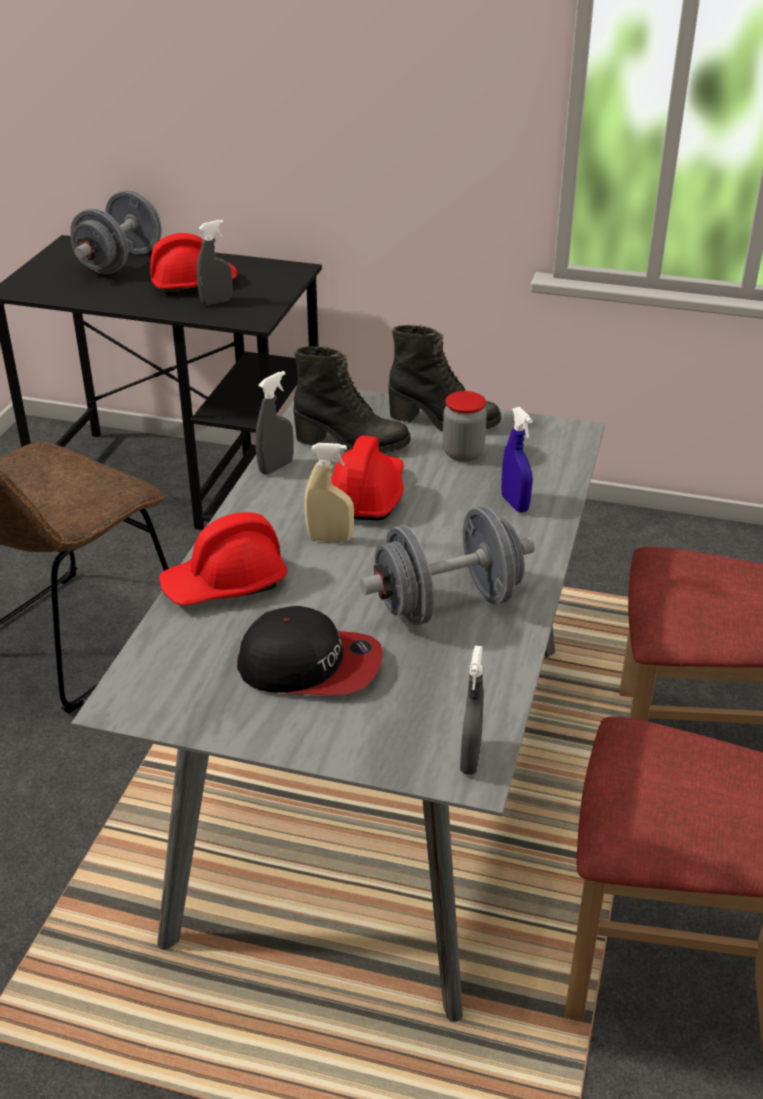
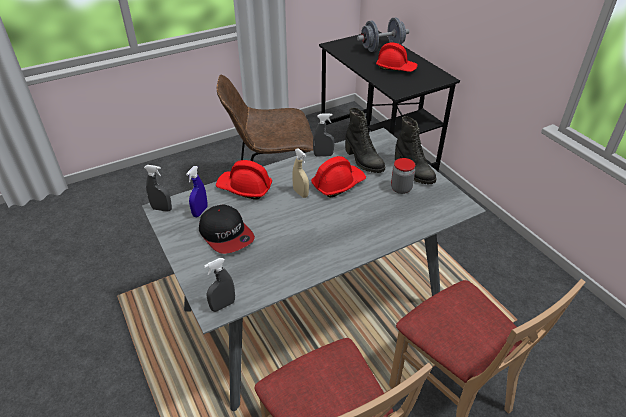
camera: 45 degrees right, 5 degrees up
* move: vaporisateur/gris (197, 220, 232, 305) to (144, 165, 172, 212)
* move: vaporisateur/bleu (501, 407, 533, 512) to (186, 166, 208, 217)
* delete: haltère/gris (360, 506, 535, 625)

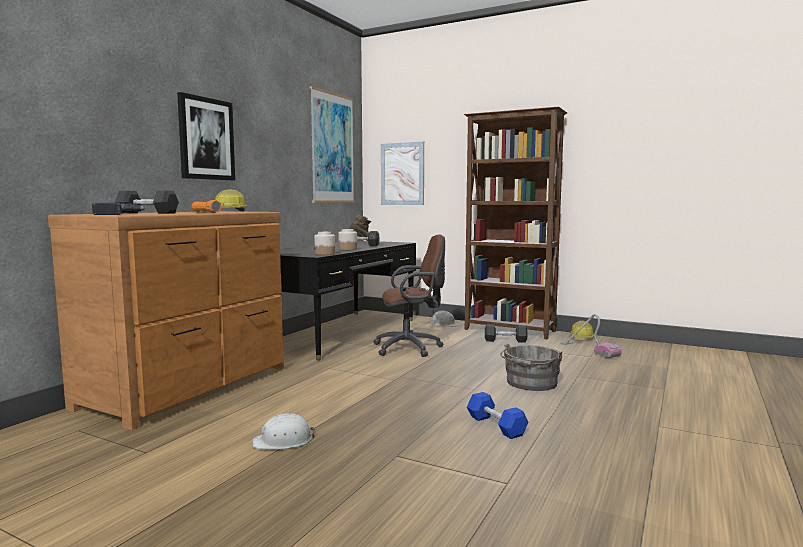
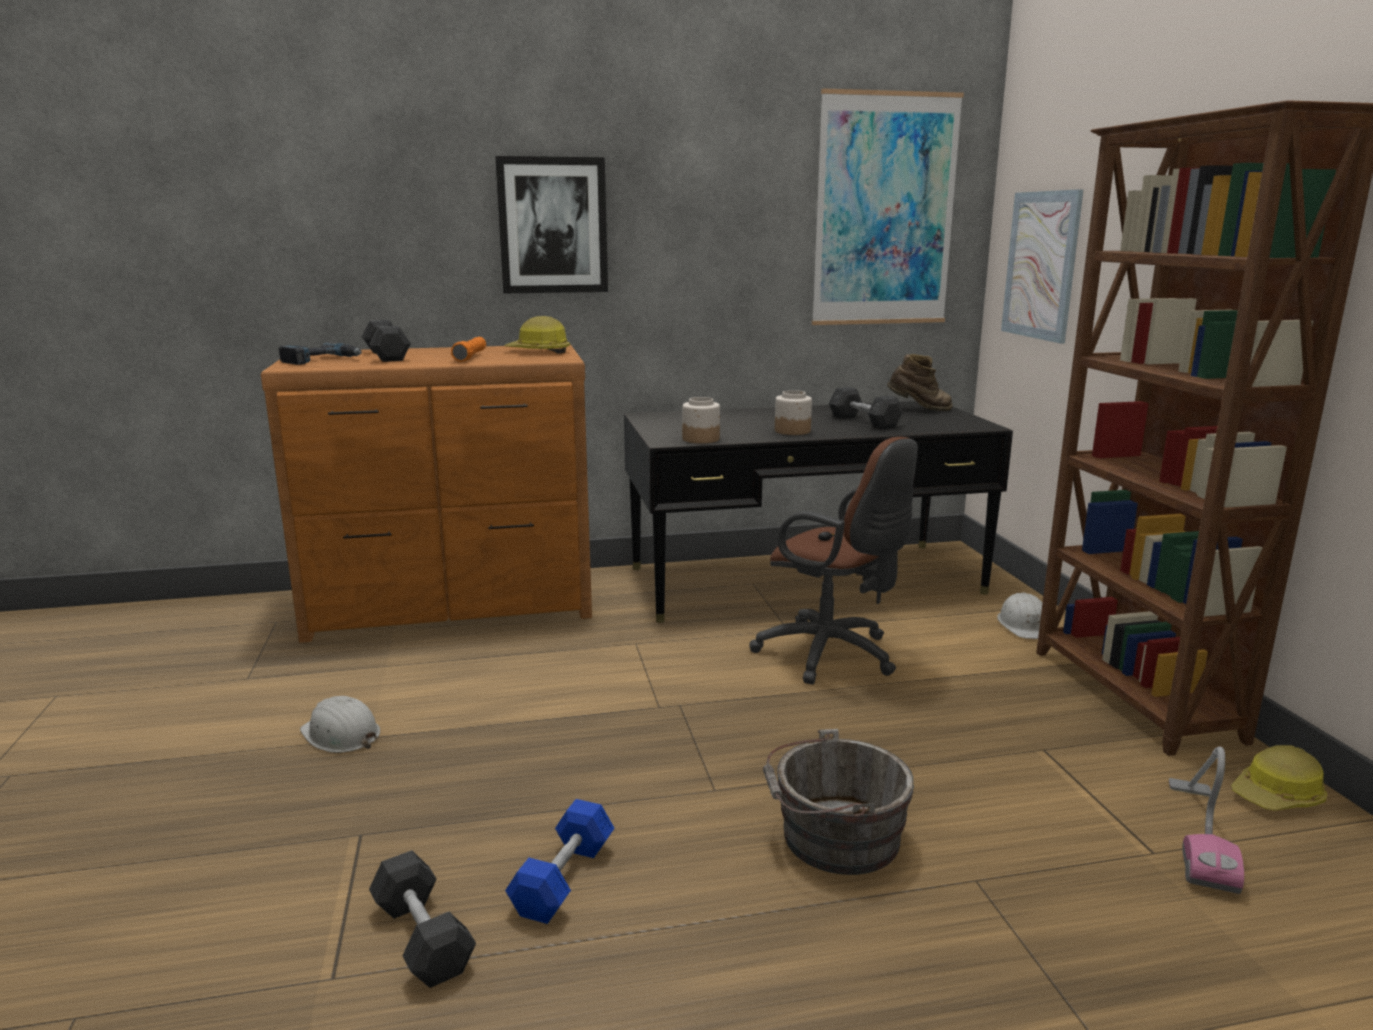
camera: 50 degrees right, 10 degrees up
* move: haltère/gris (485, 324, 528, 343) to (369, 850, 476, 988)

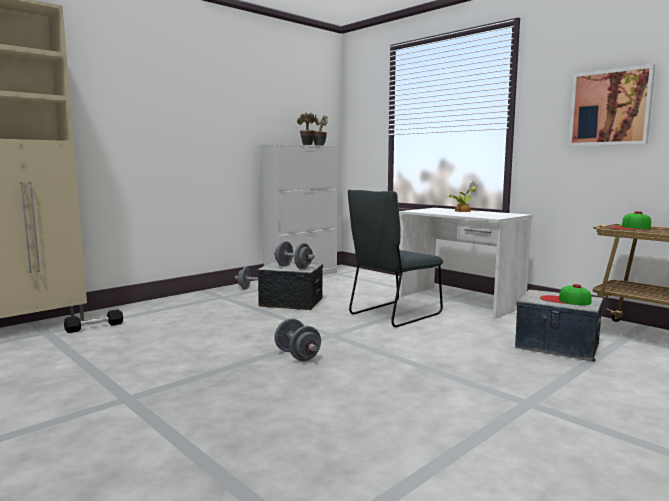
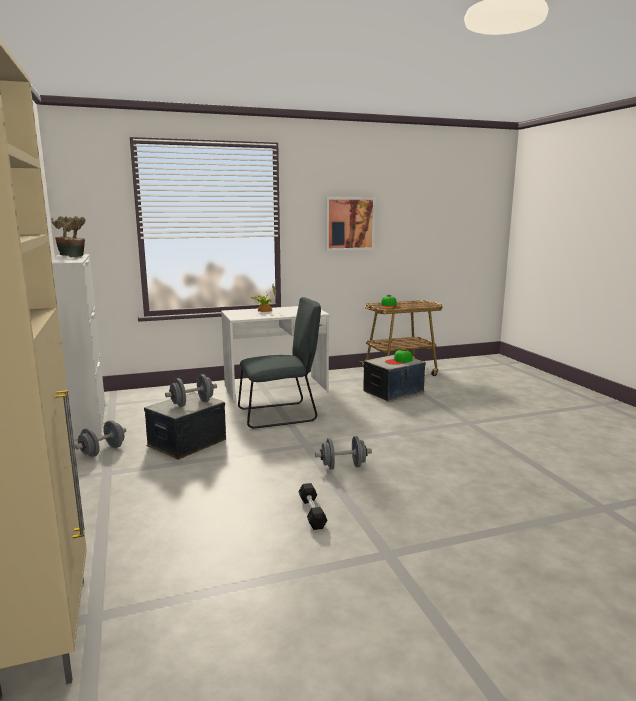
camera: 65 degrees left, 5 degrees up
* rotate: chaise/gris (348, 190, 443, 327) = (238, 297, 321, 429) 90 degrees counterclockwise
* move: haltère/noir (64, 309, 123, 333) to (299, 483, 327, 530)

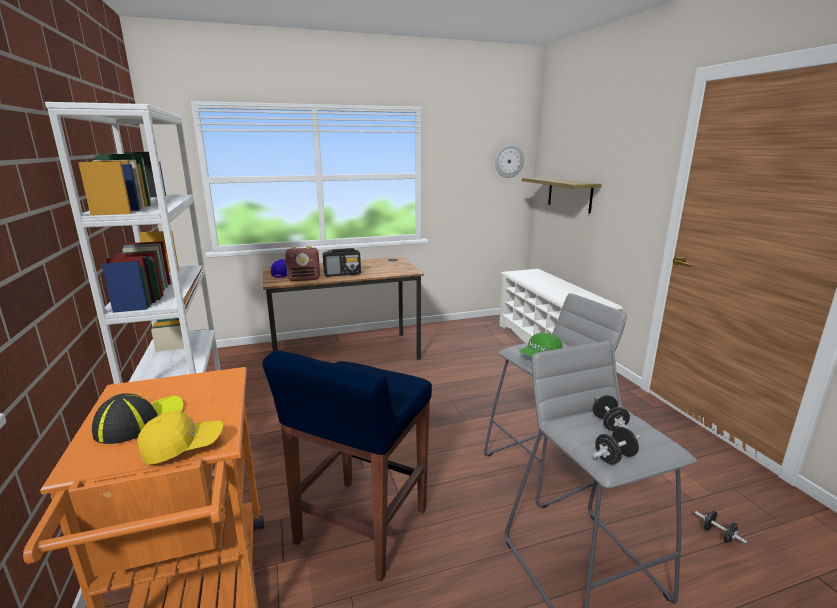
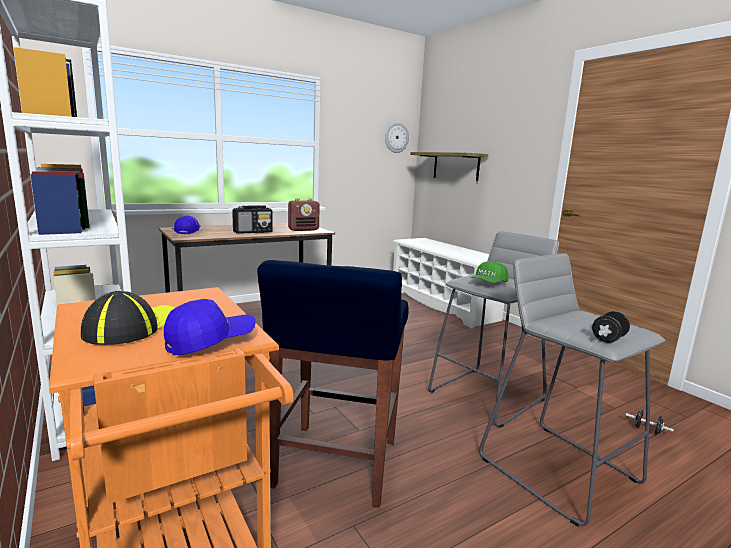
camera: 15 degrees left, 5 degrees down
* recolor: casquette/jaune (137, 411, 223, 465) to casquette/bleu (164, 299, 256, 355)
* move: radio (285, 246, 320, 281) to (288, 198, 320, 231)
* delete: haltère/noir (593, 395, 630, 431)

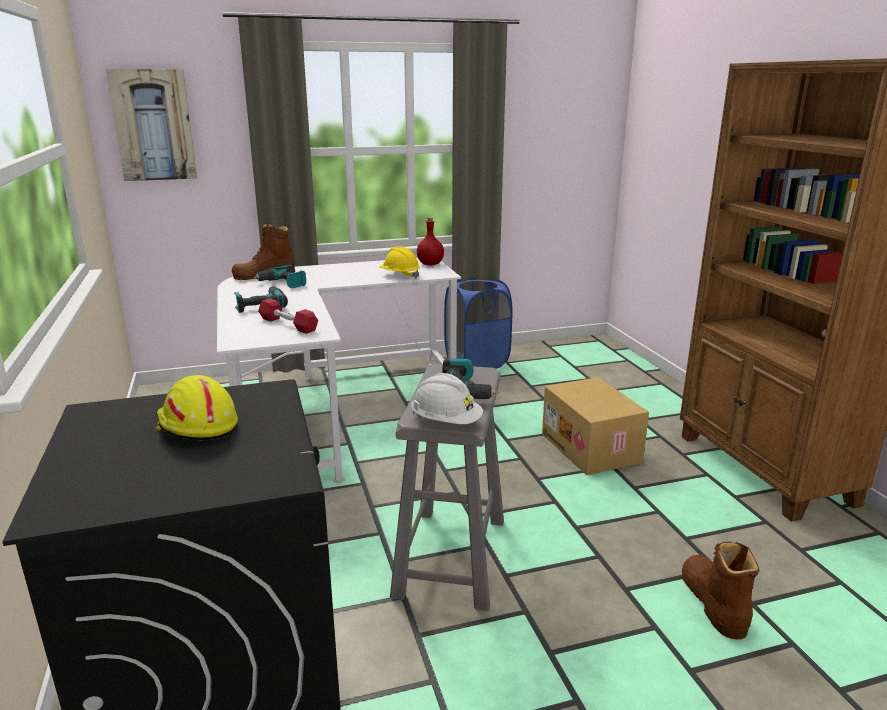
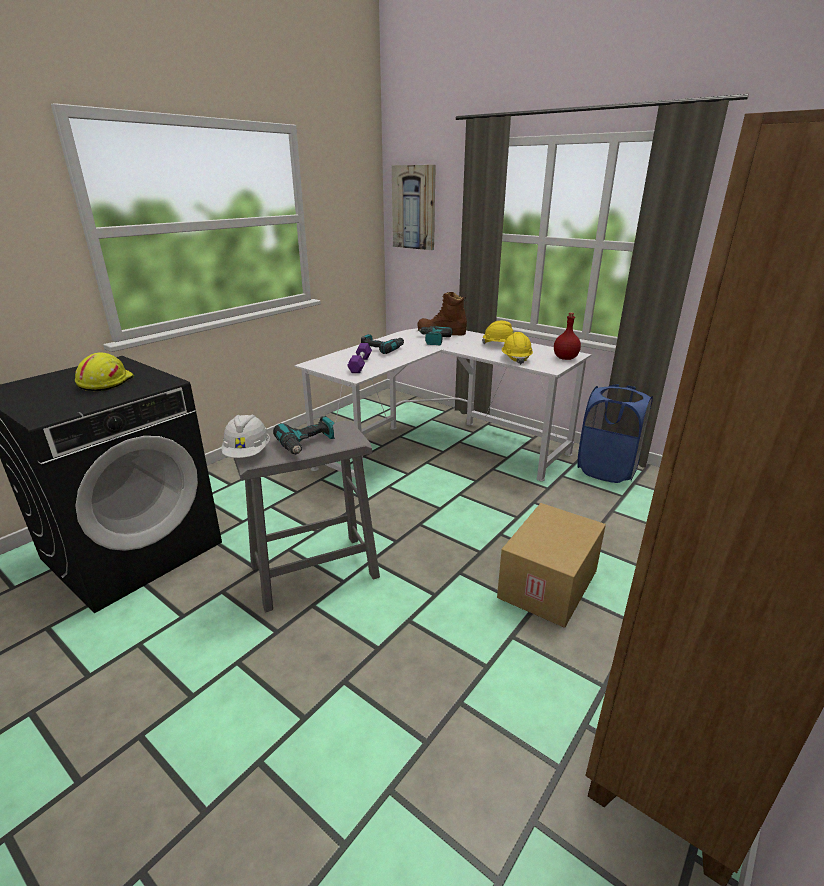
camera: 55 degrees right, 5 degrees up
* recolor: haltère/rouge (258, 298, 318, 334) to haltère/violet (347, 343, 372, 373)
* insert: casque de chantier/jaune (482, 321, 514, 344)
* delete: botte/marron (682, 542, 760, 639)

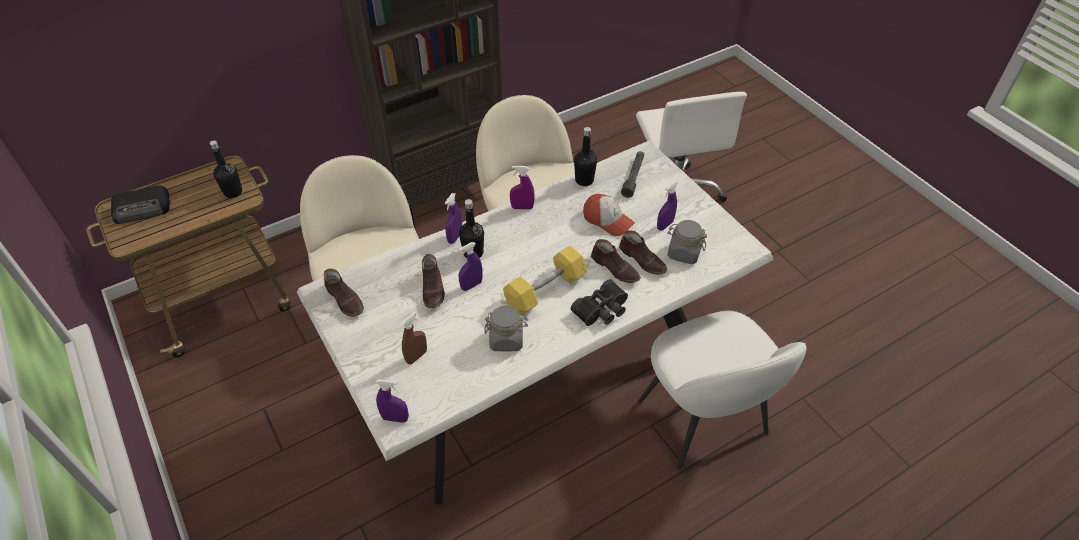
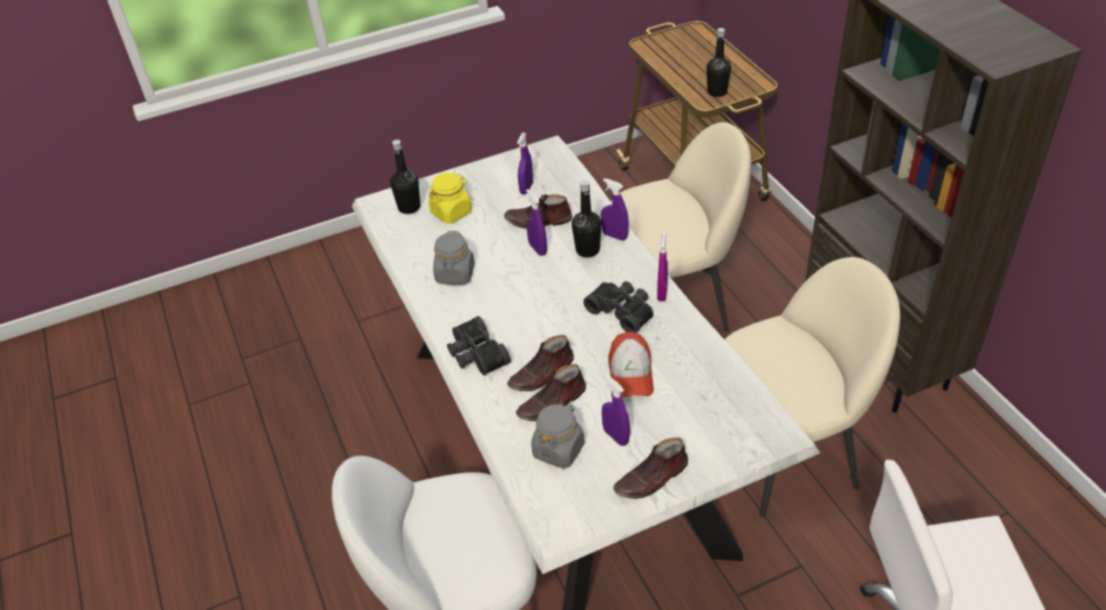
camera: 100 degrees right, 5 degrees down
* move: bouteille/noir (574, 127, 597, 186) to (390, 140, 420, 214)
* replace: vaporisateur/marron (401, 310, 427, 364) to bocal/jaune (429, 173, 472, 224)
* move: vaporisateur/violet (376, 379, 409, 423) to (517, 133, 533, 195)
* insert: jumelles/noir (583, 281, 654, 333)
* rotate: casquette (583, 194, 635, 236) = (609, 332, 654, 397) 45 degrees counterclockwise
* move: chaussure/marron (324, 269, 364, 317) to (613, 438, 688, 499)
* delete: radio (111, 185, 170, 224)
* delete: haltère/jaune (503, 246, 587, 314)
* delete: lampe de poche/gris (621, 151, 644, 198)

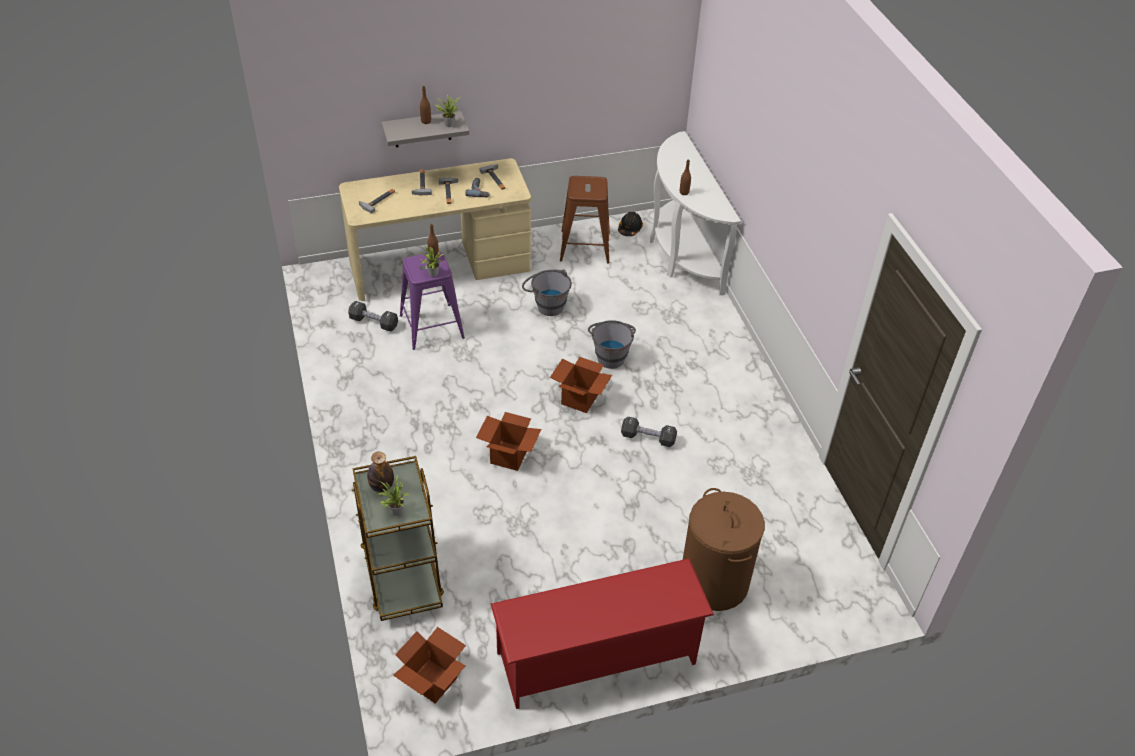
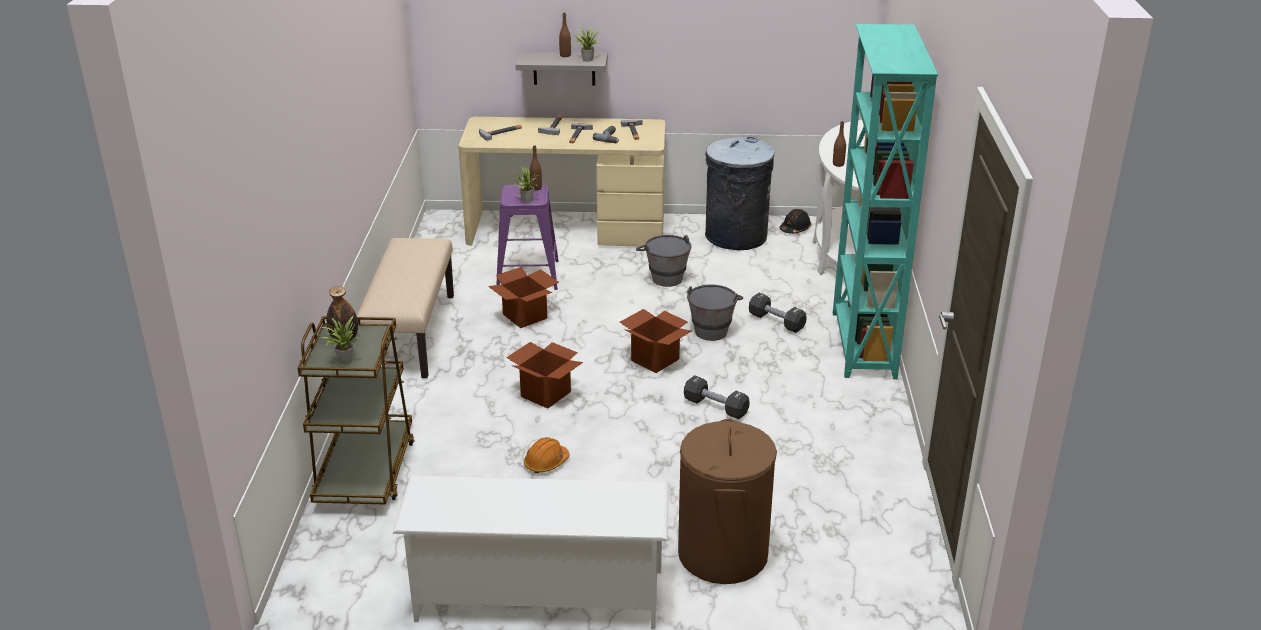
camera: 20 degrees right, 15 degrees down
* insert: banc/beige (357, 238, 454, 378)
* recolor: étagère à chaussures/rouge (491, 558, 714, 709) to étagère à chaussures/blanc (392, 476, 669, 629)
* move: carton (393, 627, 466, 703) to (488, 267, 559, 328)
* insert: casque de chantier/orange (524, 437, 570, 473)
* replace: tabouret/marron (560, 176, 610, 263) to poubelle/gris (705, 136, 774, 250)
* move: haltère/noir (348, 301, 398, 331) to (749, 293, 807, 333)
* insert: bibliothèque/turquoise (833, 24, 938, 379)

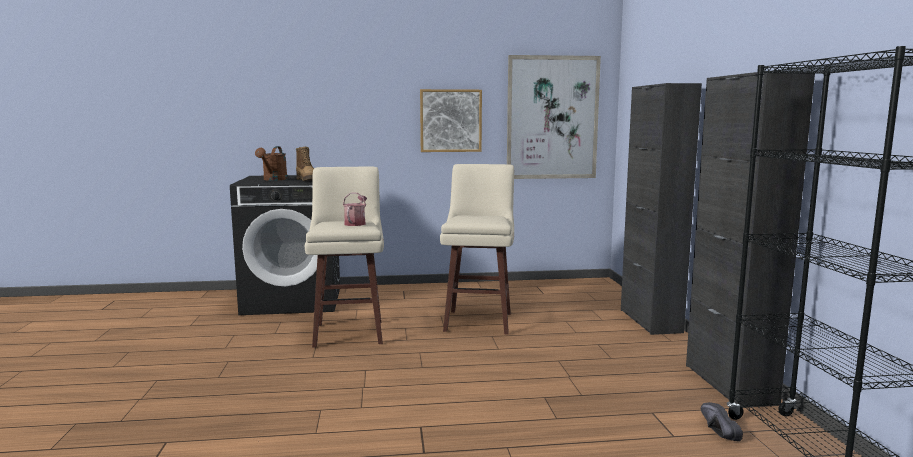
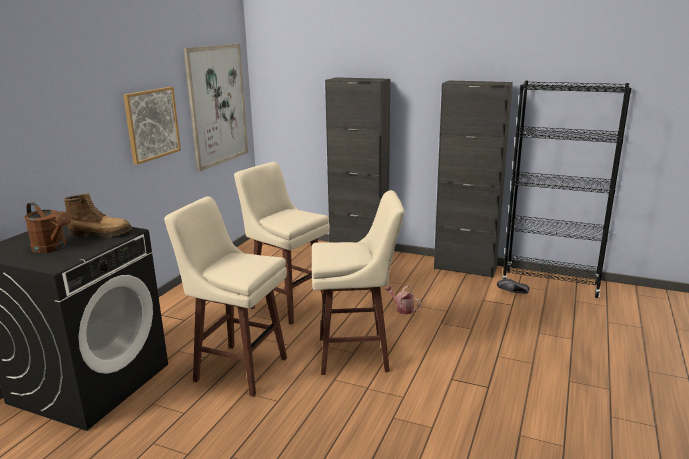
camera: 60 degrees left, 10 degrees up
* insert: tabouret/beige (312, 190, 404, 375)
* move: arrosoir (343, 193, 367, 226) to (385, 285, 421, 314)

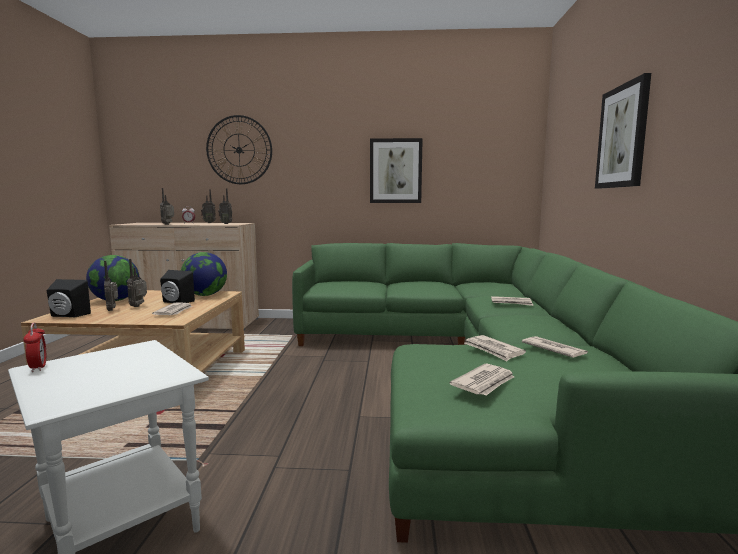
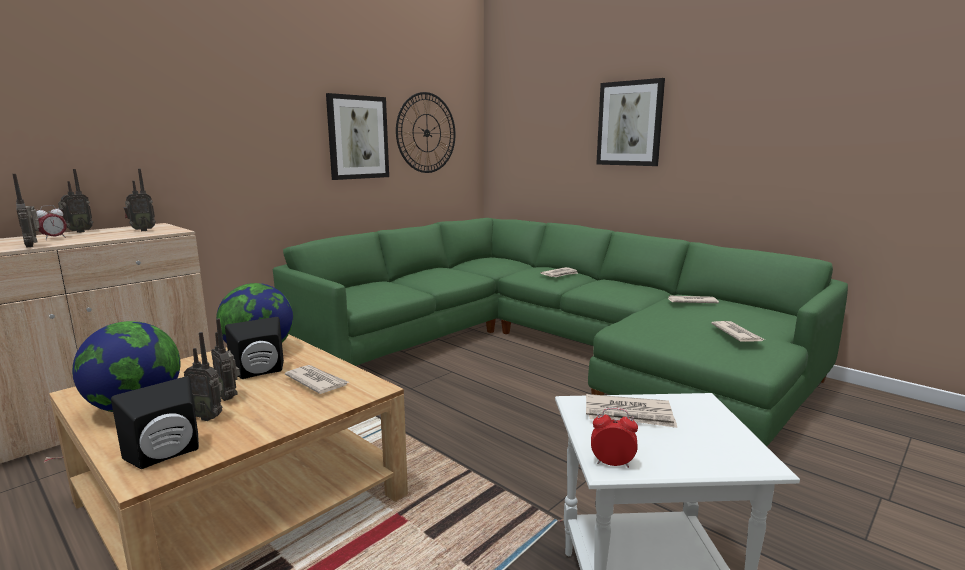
camera: 50 degrees left, 5 degrees up
* move: horloge murale (206, 115, 272, 184) to (396, 92, 455, 173)
* move: journal (465, 335, 526, 361) to (586, 394, 677, 428)

